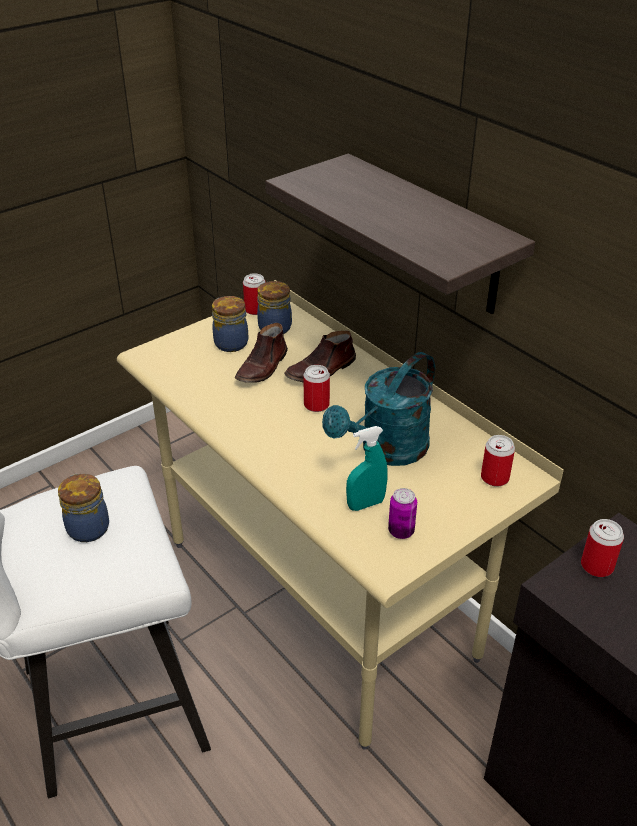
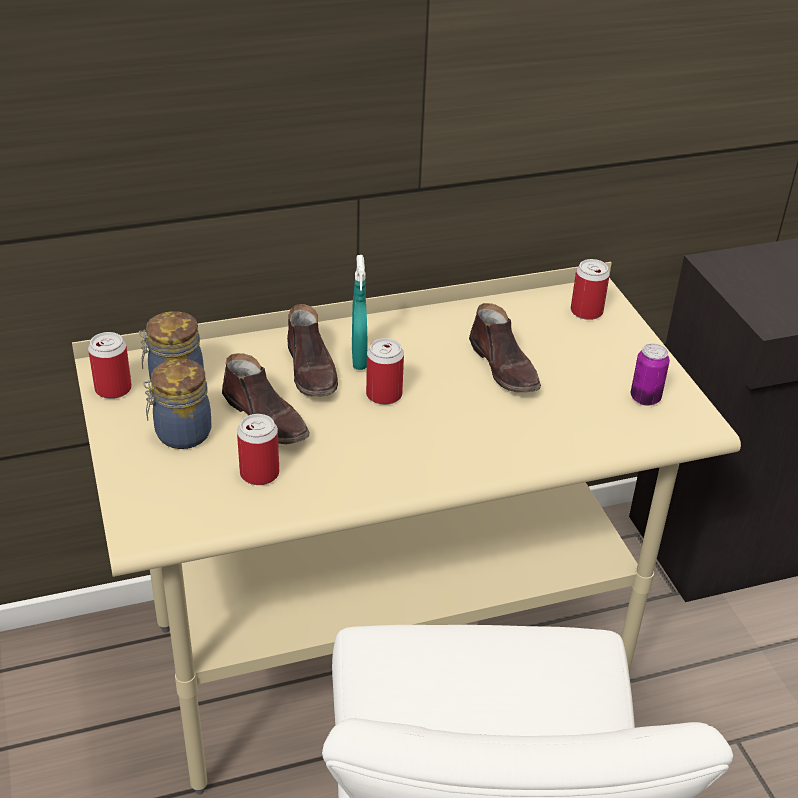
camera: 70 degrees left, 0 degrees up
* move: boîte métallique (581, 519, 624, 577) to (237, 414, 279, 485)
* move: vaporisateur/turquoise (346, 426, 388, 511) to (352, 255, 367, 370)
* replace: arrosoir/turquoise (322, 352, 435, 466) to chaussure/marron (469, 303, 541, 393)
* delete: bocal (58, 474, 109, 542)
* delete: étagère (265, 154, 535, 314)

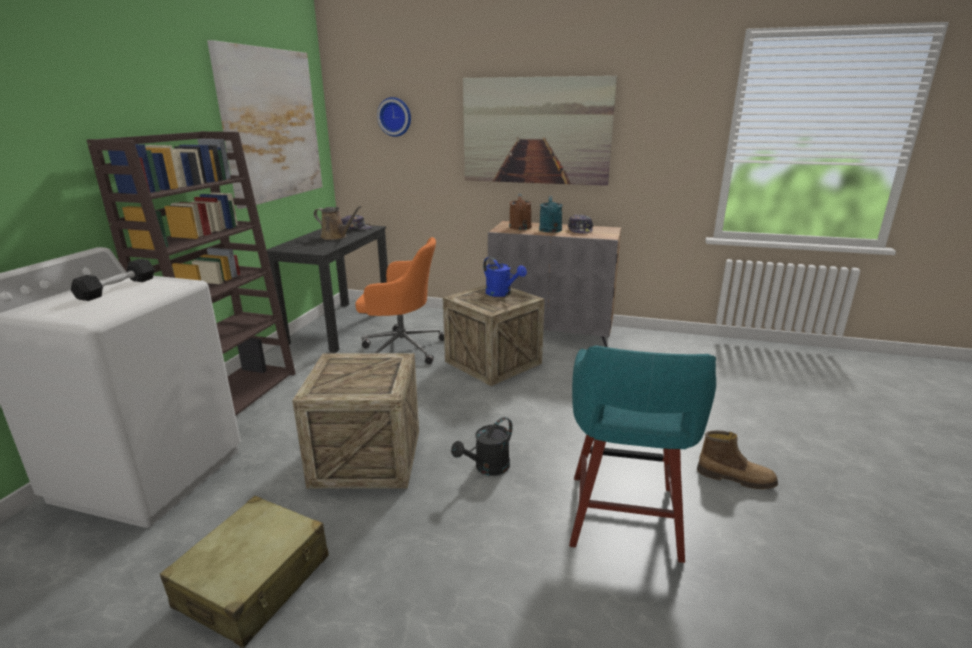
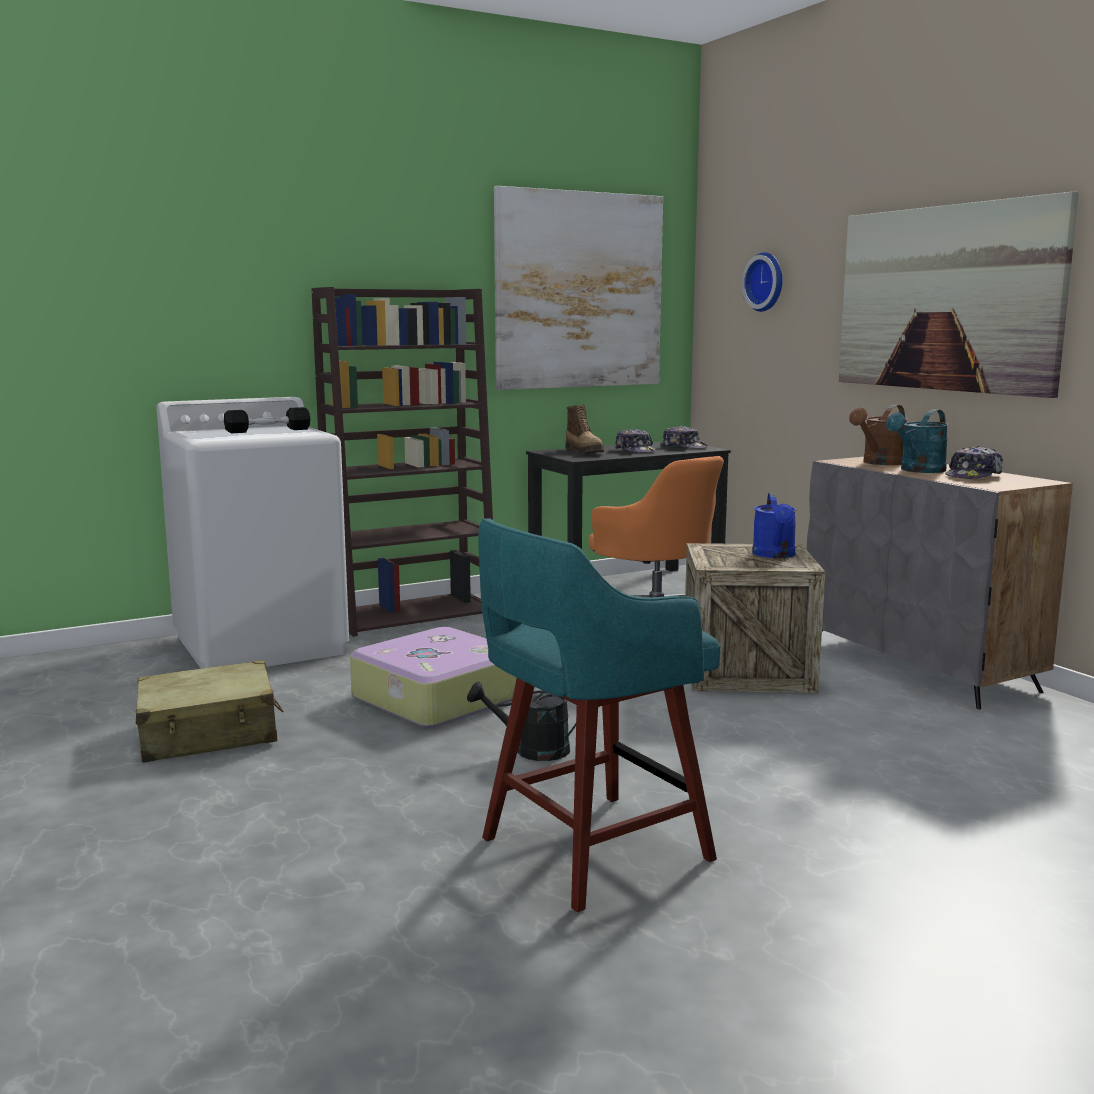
camera: 45 degrees right, 10 degrees down
* replace: caisse (292, 353, 419, 489) to valise (350, 627, 517, 728)
* move: botte (697, 431, 778, 489) to (565, 405, 604, 454)
* replace: arrosoir/marron (314, 206, 362, 240) to casquette (615, 428, 655, 453)

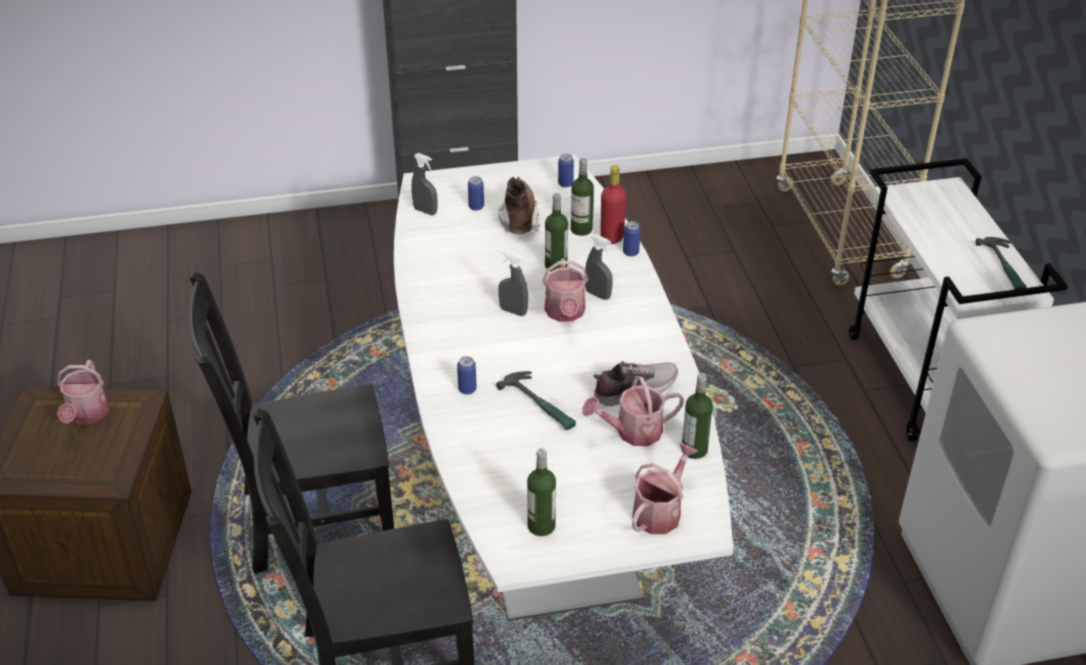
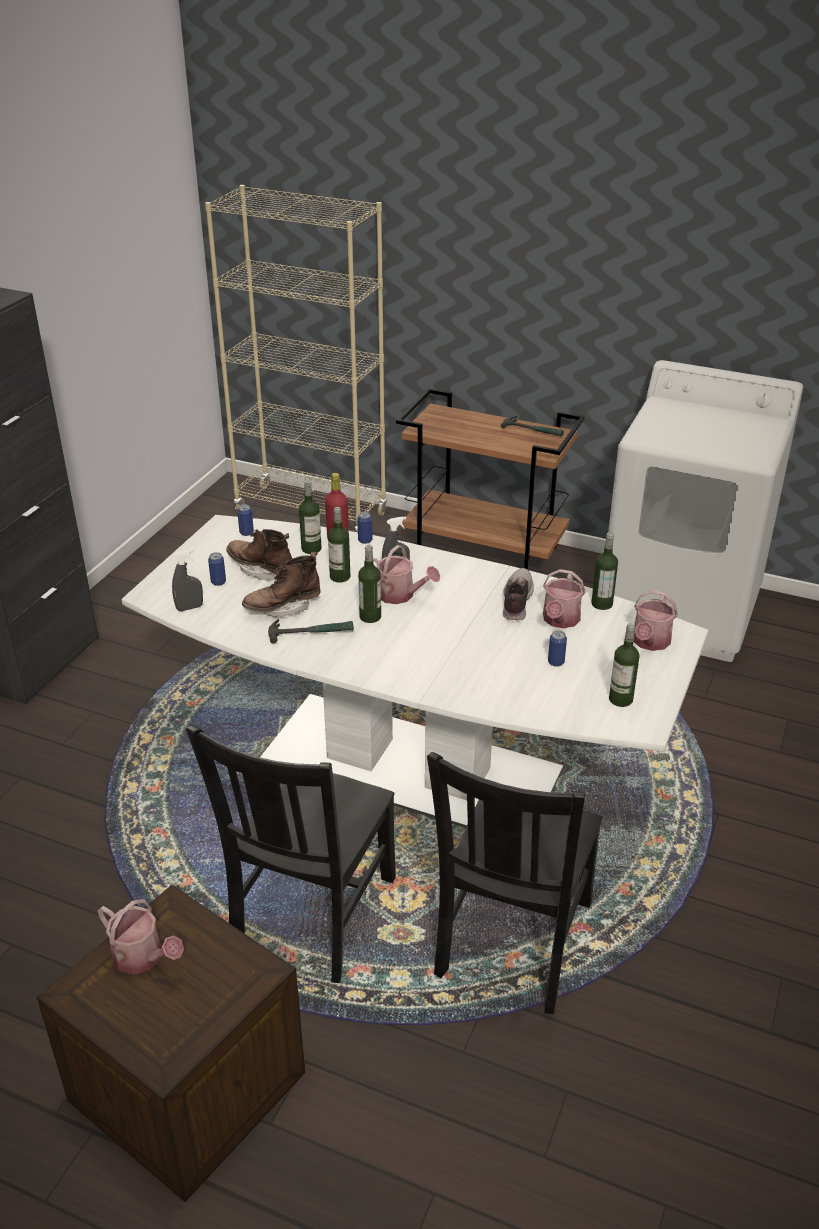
camera: 55 degrees left, 5 degrees down
* insert: botte/marron (242, 552, 321, 617)
* move: marteau (496, 371, 576, 430) to (268, 619, 354, 643)
* replace: vaporisateur/gris (498, 250, 528, 316) to bouteille (358, 545, 381, 623)
* recolor: chariot/blanc (849, 158, 1068, 442) to chariot/marron (396, 388, 585, 570)
* move: boîte métallique (457, 356, 477, 395) to (548, 630, 567, 667)
* rotate: arrosoir (632, 443, 698, 534) = (634, 590, 678, 651) 135 degrees counterclockwise

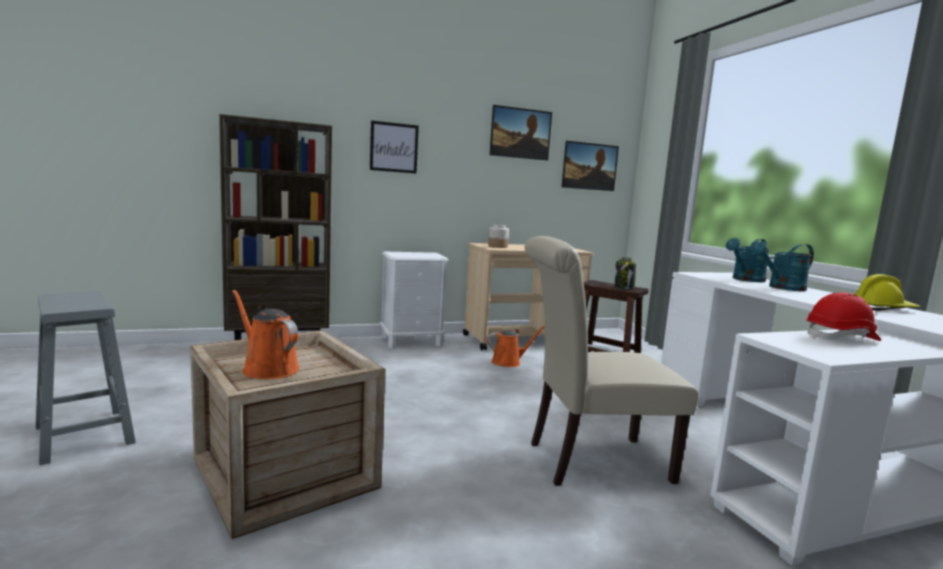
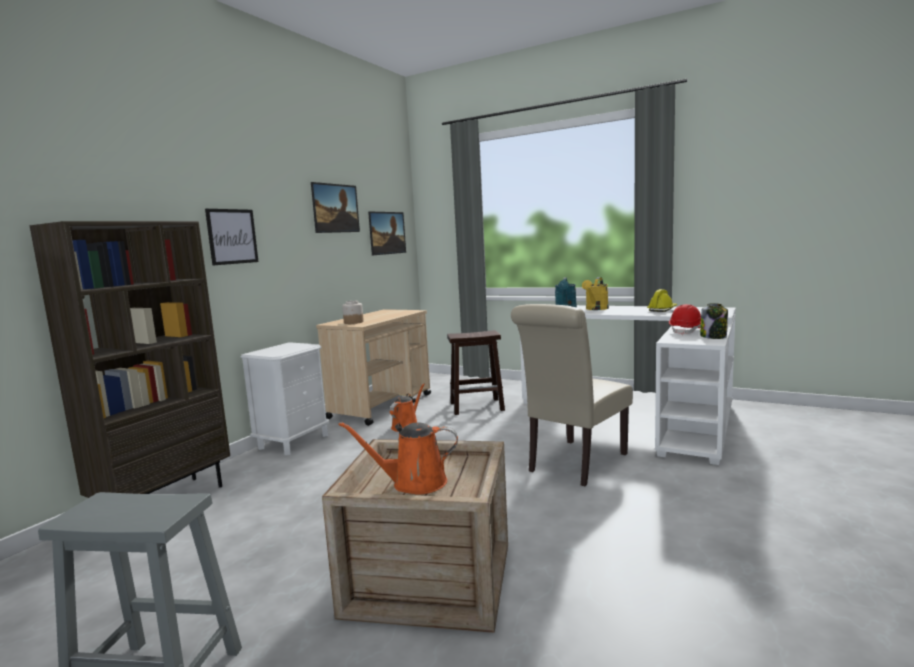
camera: 40 degrees left, 0 degrees up
* recolor: arrosoir/turquoise (752, 242, 814, 291) to arrosoir/jaune (582, 277, 609, 310)
* move: bocal (614, 257, 636, 289) to (700, 303, 728, 339)

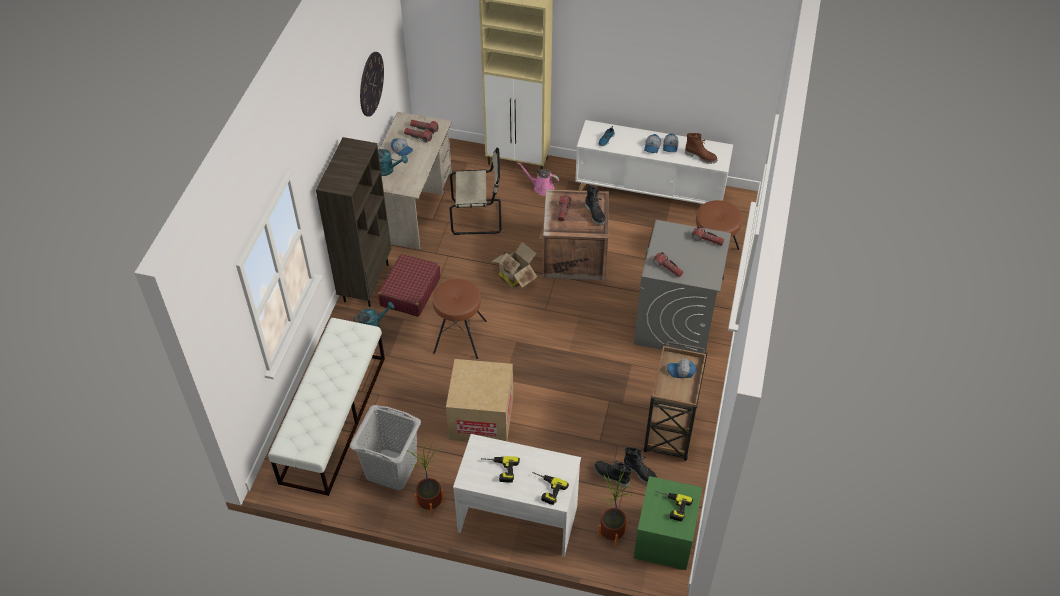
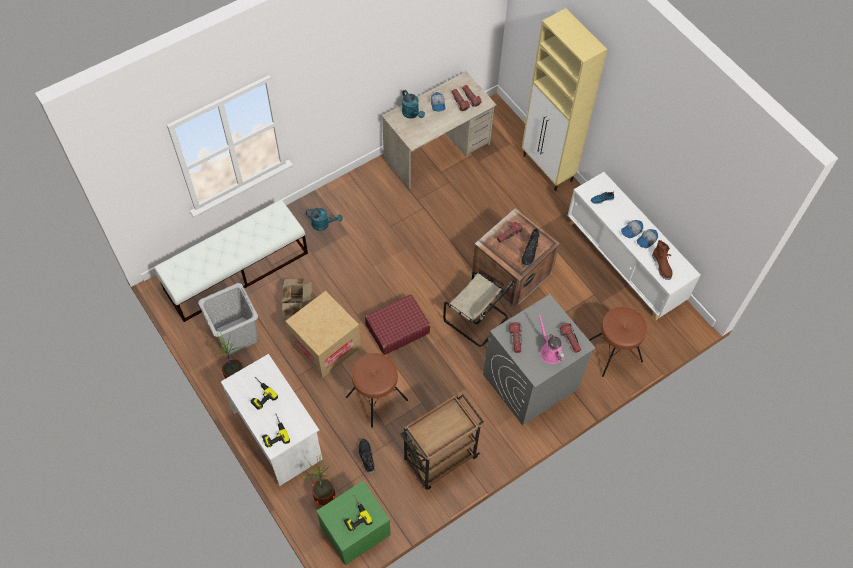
camera: 40 degrees right, 10 degrees up
* move: carton (491, 242, 537, 289) to (282, 279, 312, 317)
* move: tabouret/marron (432, 279, 487, 359) to (346, 353, 408, 428)
* move: valise/rouge (378, 254, 441, 317) to (365, 294, 430, 355)
* move: chaise/beige (450, 148, 501, 235) to (443, 271, 514, 347)
* move: arrosoir/rose (518, 162, 559, 196) to (538, 314, 565, 364)
* delete: bibliothèque/marron (316, 137, 391, 307)
* delete: horloge murale (360, 52, 384, 117)
* delete: botte/noir (624, 447, 657, 484)
* delete: casquette (667, 359, 697, 378)

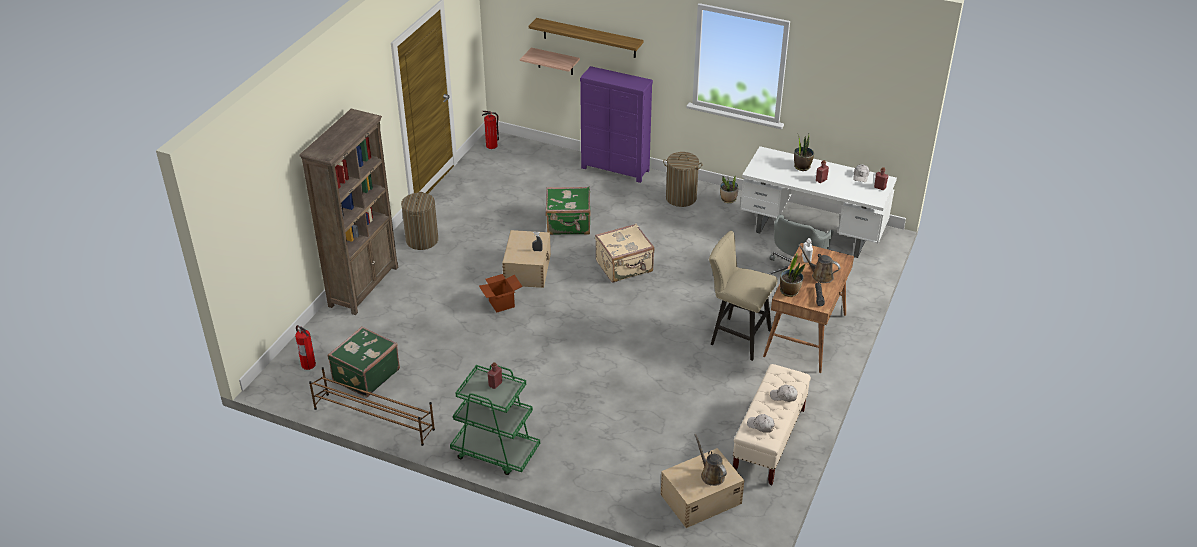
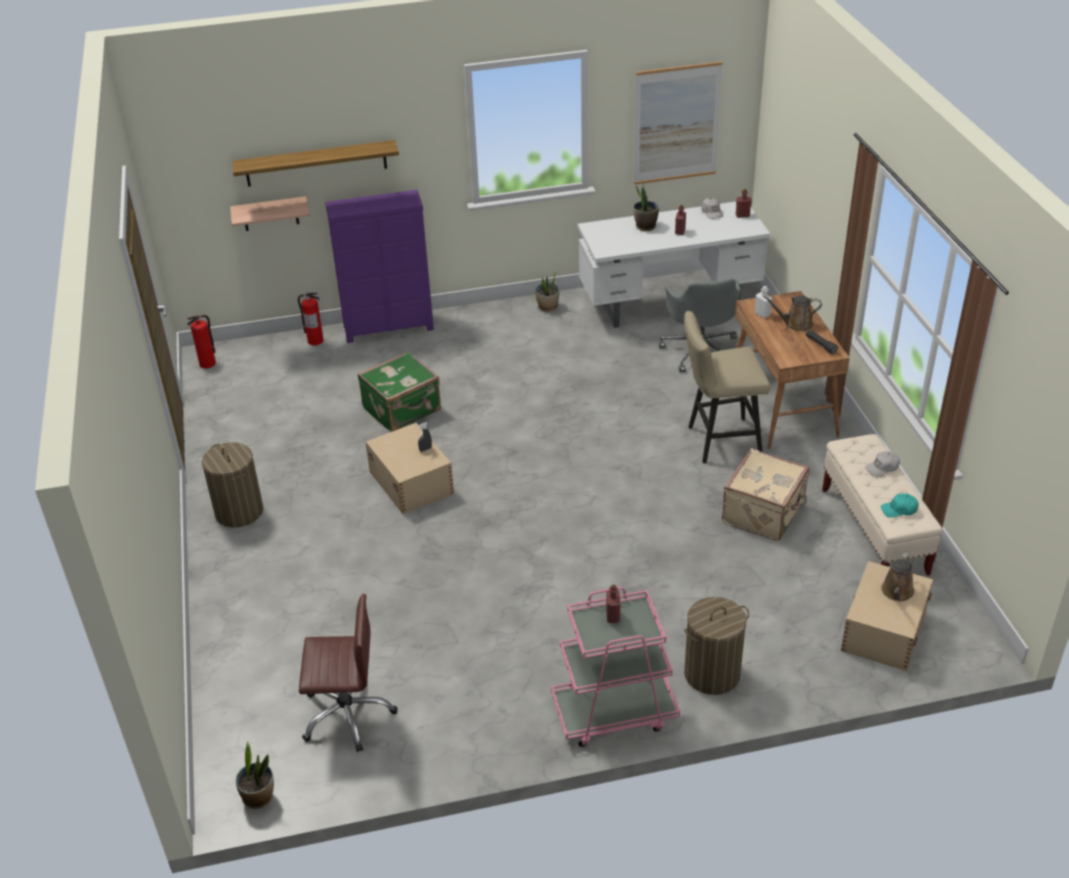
camera: 35 degrees left, 0 degrees up
* move: plante en pot (780, 253, 805, 297) to (236, 741, 274, 809)
* move: extincteur (295, 325, 316, 370) to (298, 293, 324, 346)
* replace: valise/vert (328, 326, 400, 397) to chaise de bureau/marron (299, 594, 397, 752)
* recolor: chariot/vert (450, 364, 540, 475) to chariot/rose (551, 587, 680, 747)
* insert: tableau (634, 61, 723, 185)
* move: panier à linge (663, 152, 703, 207) to (684, 597, 749, 695)
* move: valise/beige (595, 224, 654, 282) to (722, 448, 809, 541)
* recolor: casquette/blanc (747, 414, 775, 433) to casquette/turquoise (881, 494, 919, 518)
* rotate: arrosoir/marron (694, 433, 727, 486) = (881, 552, 914, 601) 90 degrees counterclockwise
* delete: bibliothèque/marron (299, 109, 398, 315)
* delete: étagère à chaussures/marron (309, 367, 435, 446)
* delete: carton (479, 274, 523, 313)

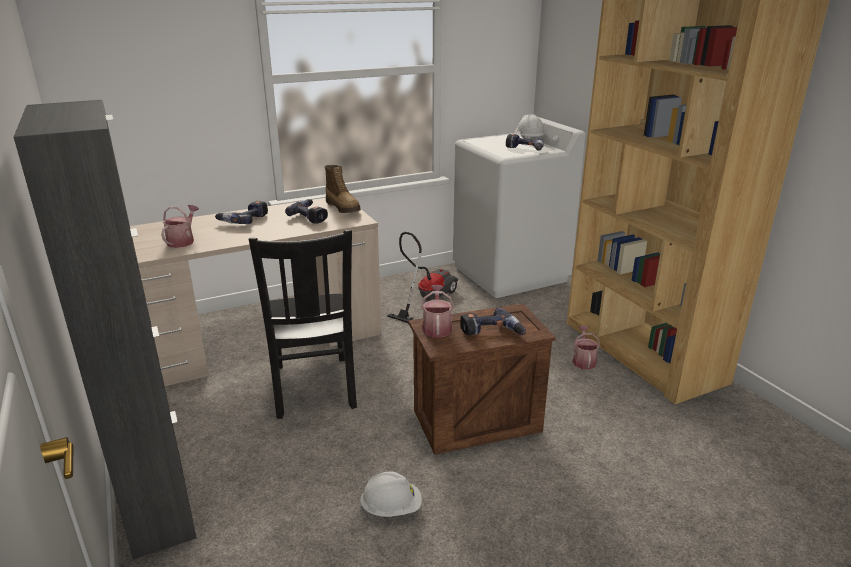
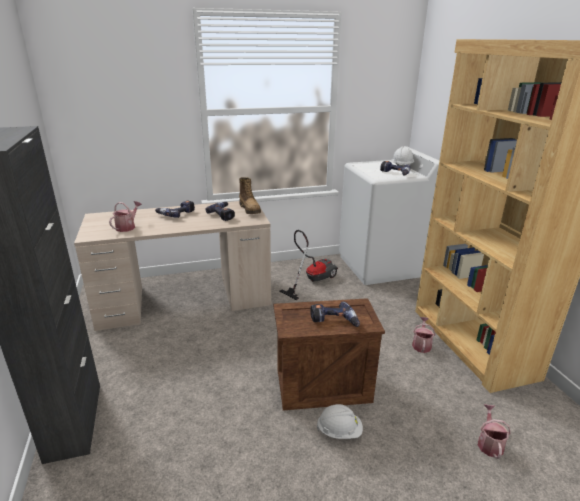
camera: 10 degrees right, 0 degrees up
* move: casque de chantier/blanc (360, 471, 422, 517) to (317, 404, 363, 439)
* move: arrosoir (421, 285, 454, 338) to (478, 404, 511, 459)
* delete: chaise/noir (249, 230, 357, 419)

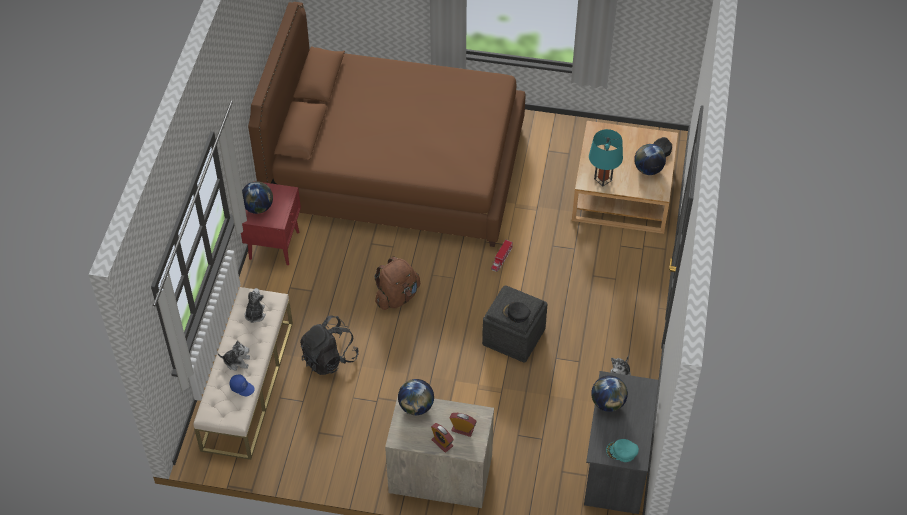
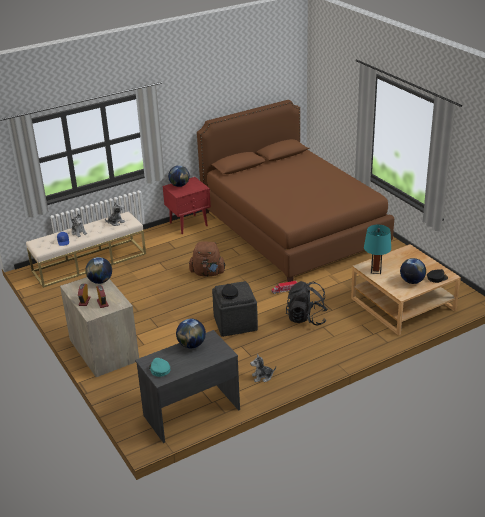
camera: 50 degrees right, 20 degrees down
* move: sac à dos/noir (300, 315, 359, 375) to (286, 281, 328, 325)

